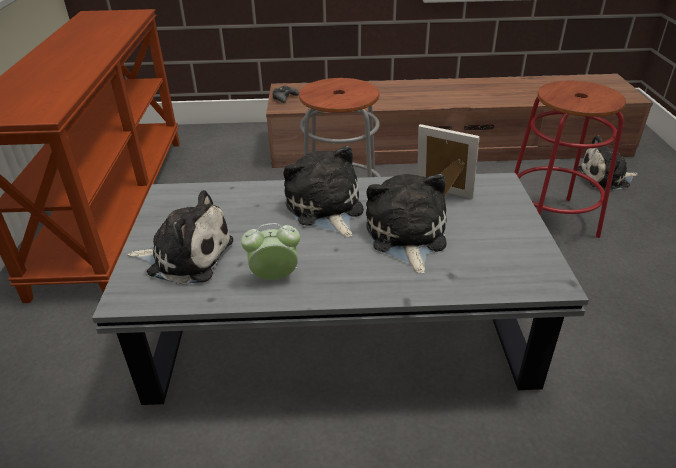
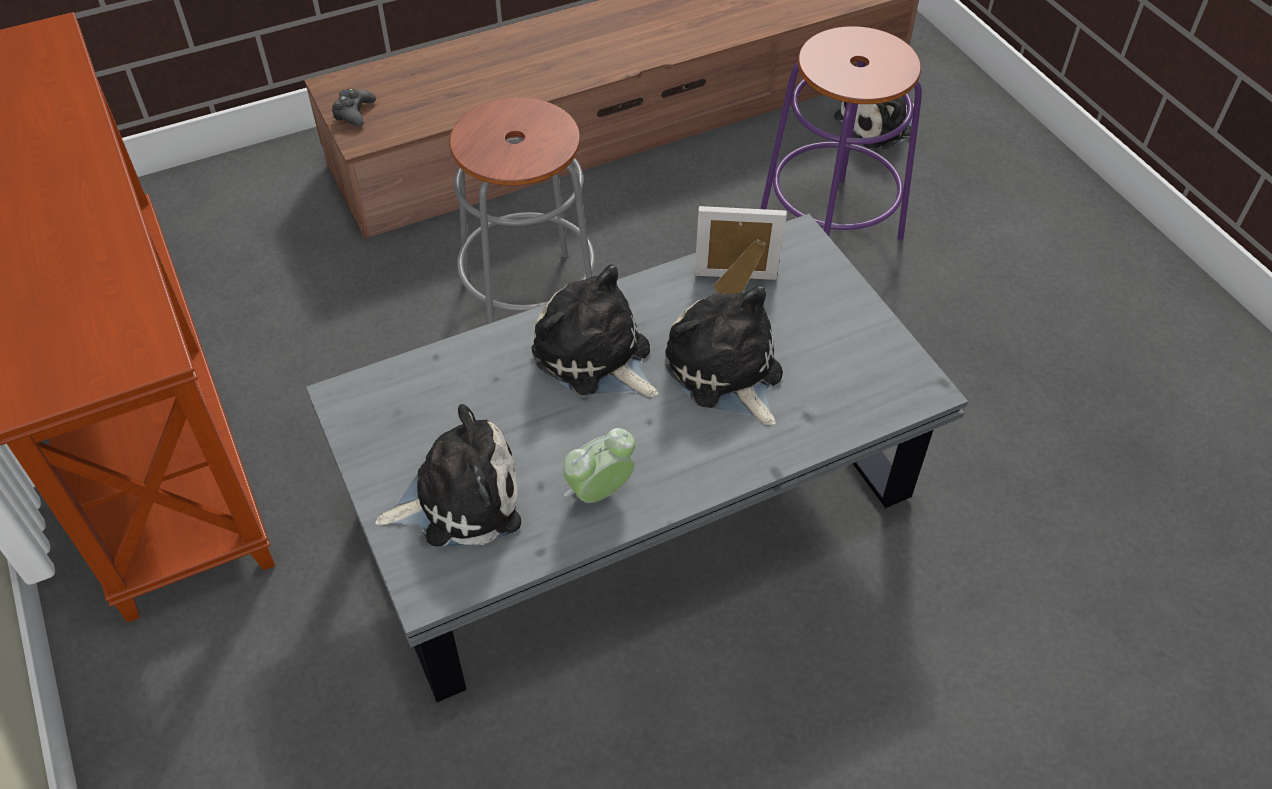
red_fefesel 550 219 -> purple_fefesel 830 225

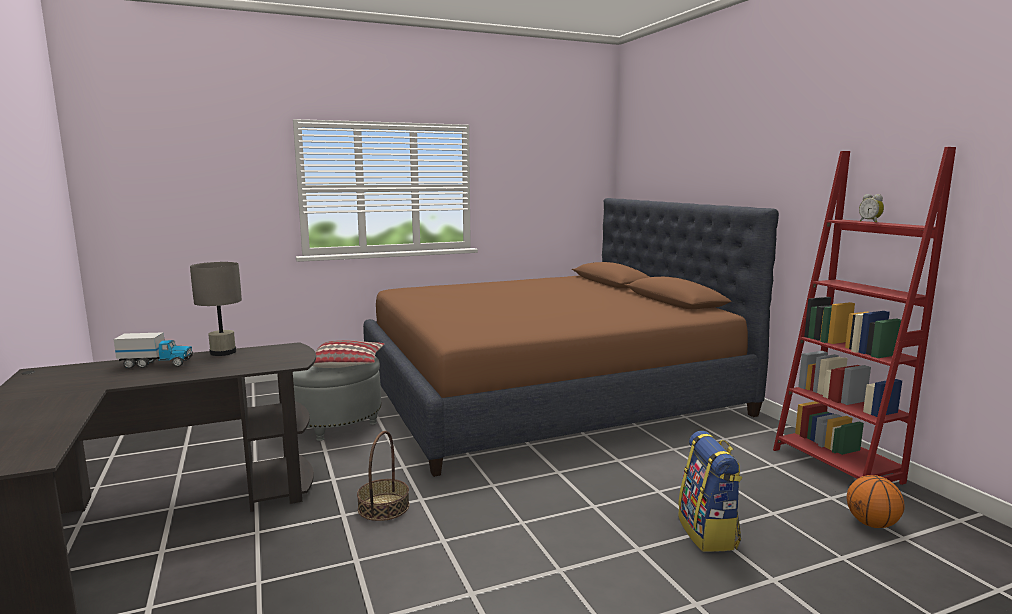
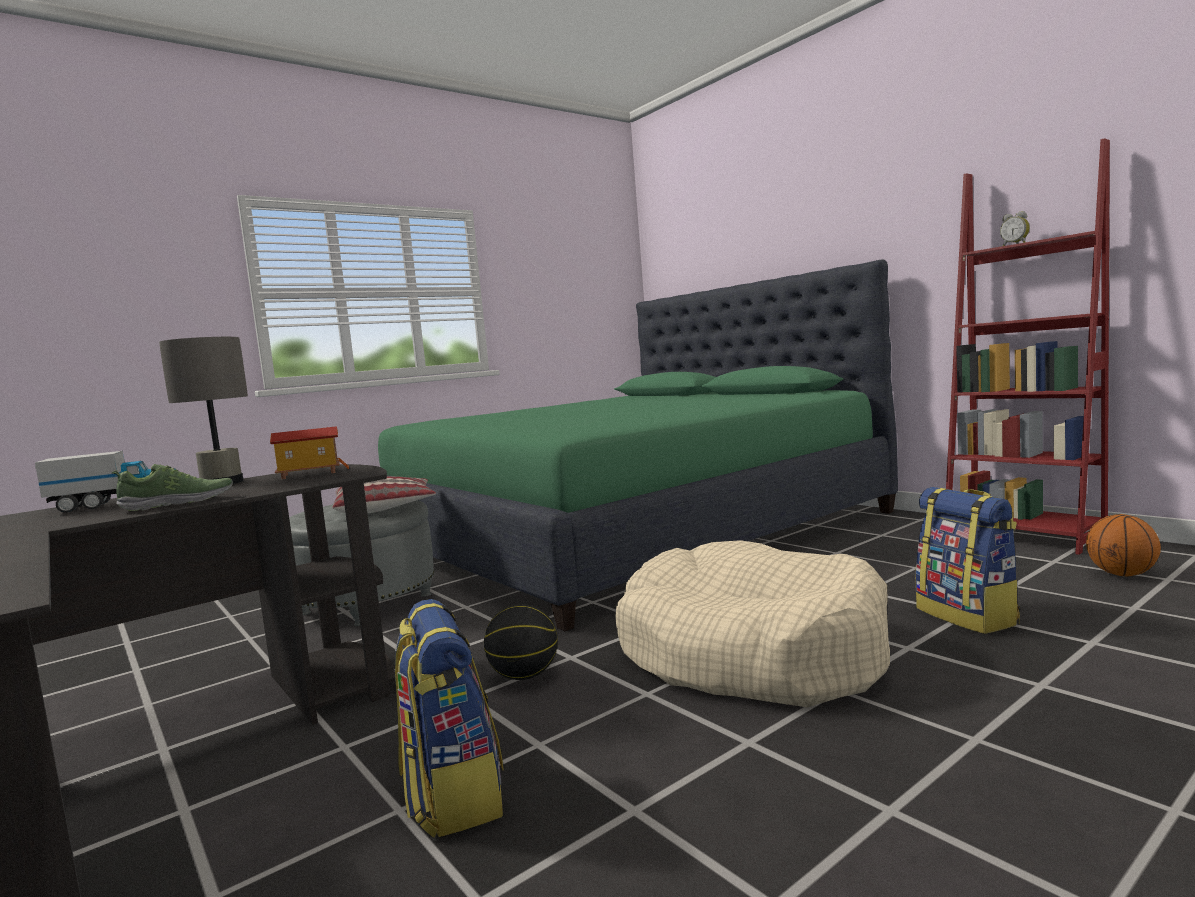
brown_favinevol 545 392 -> green_favinevol 629 530
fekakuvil 384 507 -> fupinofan 524 676
none -> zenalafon 310 473
none -> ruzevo 178 503
none -> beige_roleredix 751 653
none -> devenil 452 794

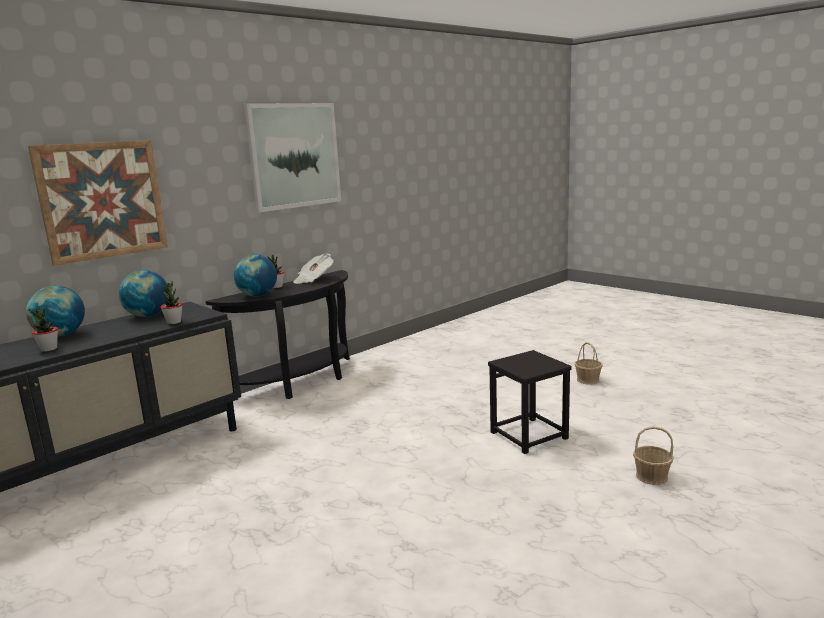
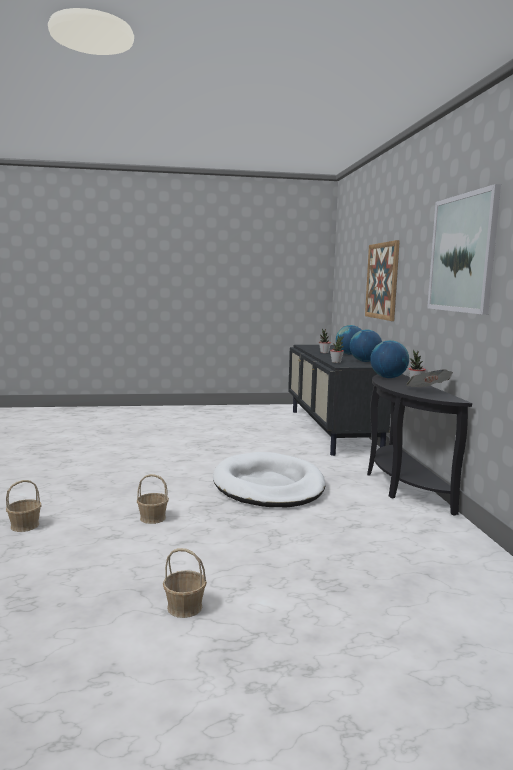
black_fefesel 529 435 -> fekakuvil 152 518
none -> white_roleredix 268 486

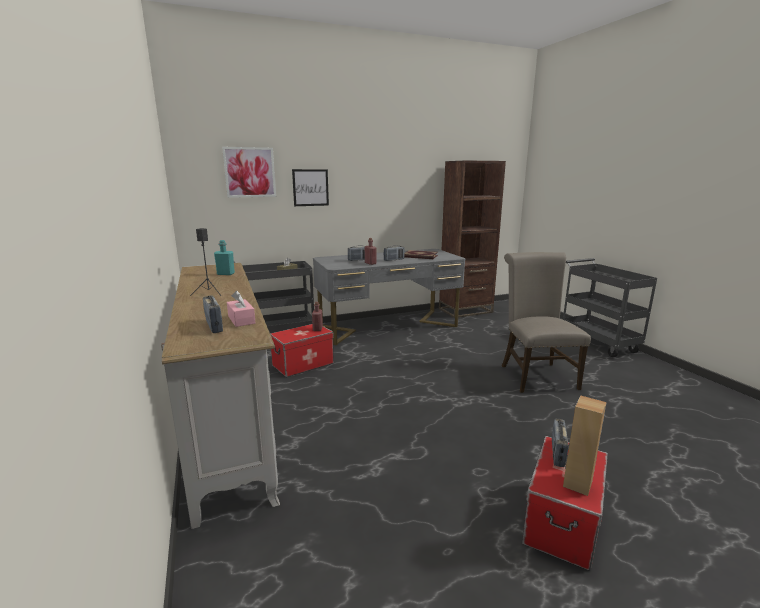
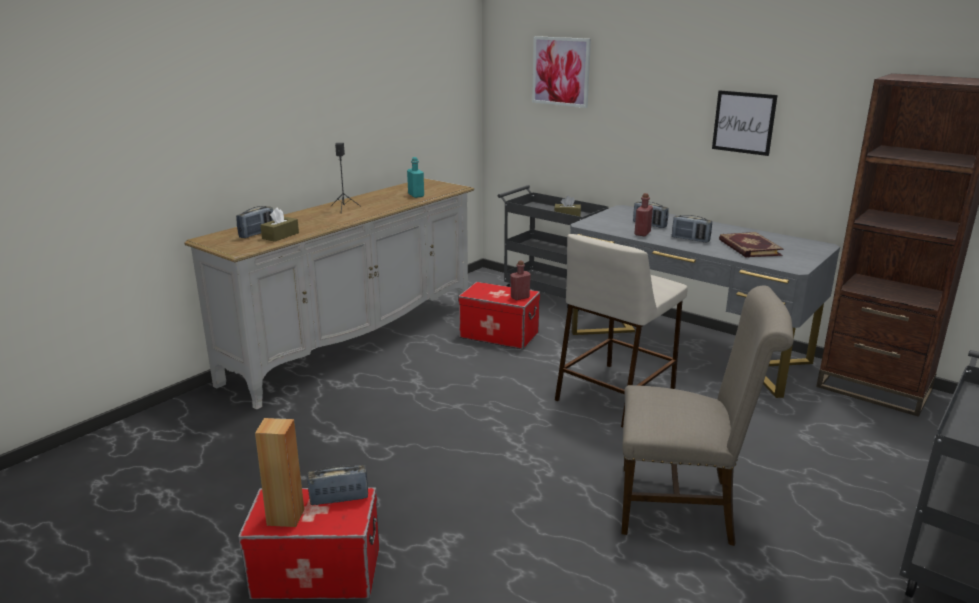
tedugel 310 187 -> tedugel 743 122, relocated
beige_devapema 535 375 -> beige_devapema 685 506, 45 degrees clockwise
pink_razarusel 241 320 -> brown_razarusel 280 236
none -> beige_fefesel 616 393

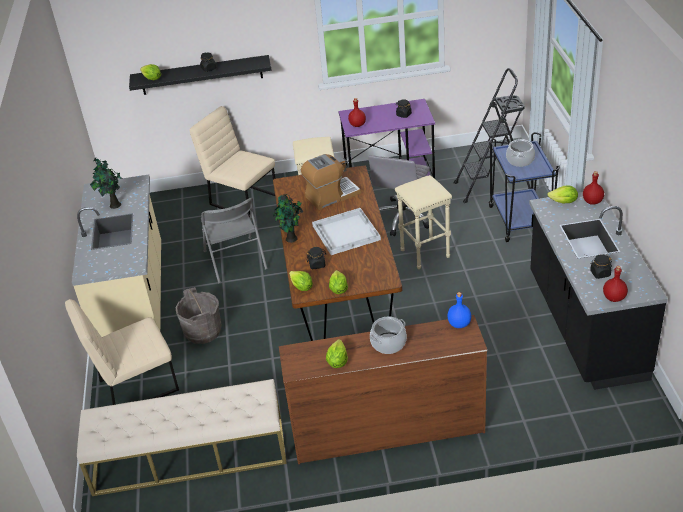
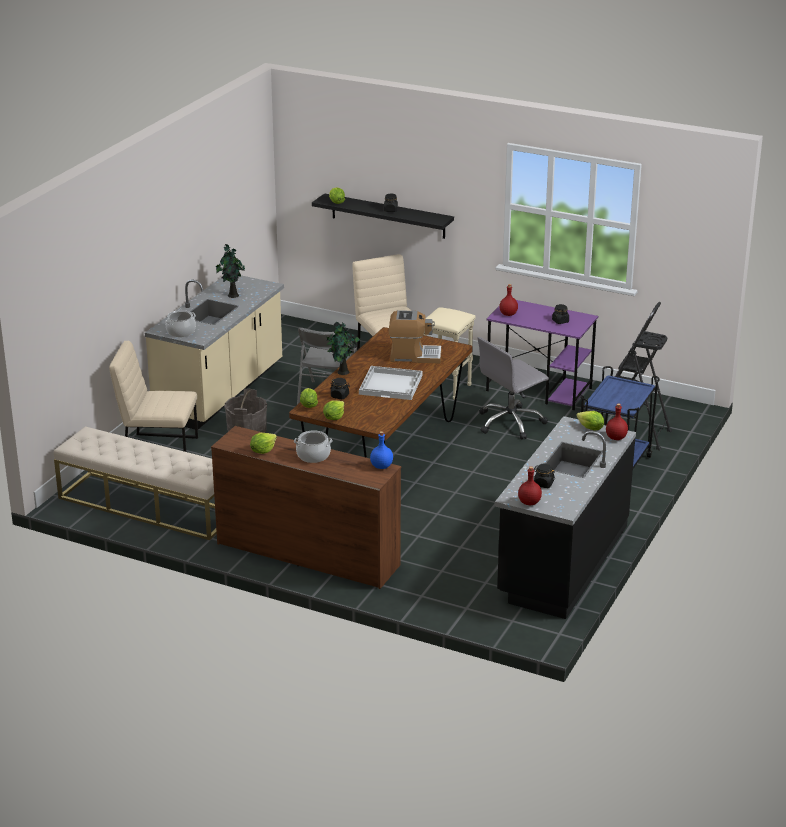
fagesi 520 160 -> fagesi 181 332, relocated
beige_fefesel 426 253 -> none

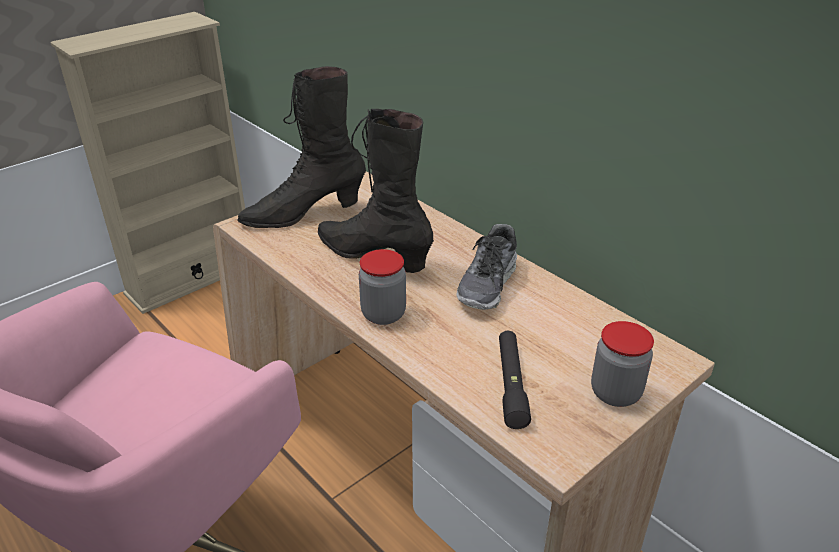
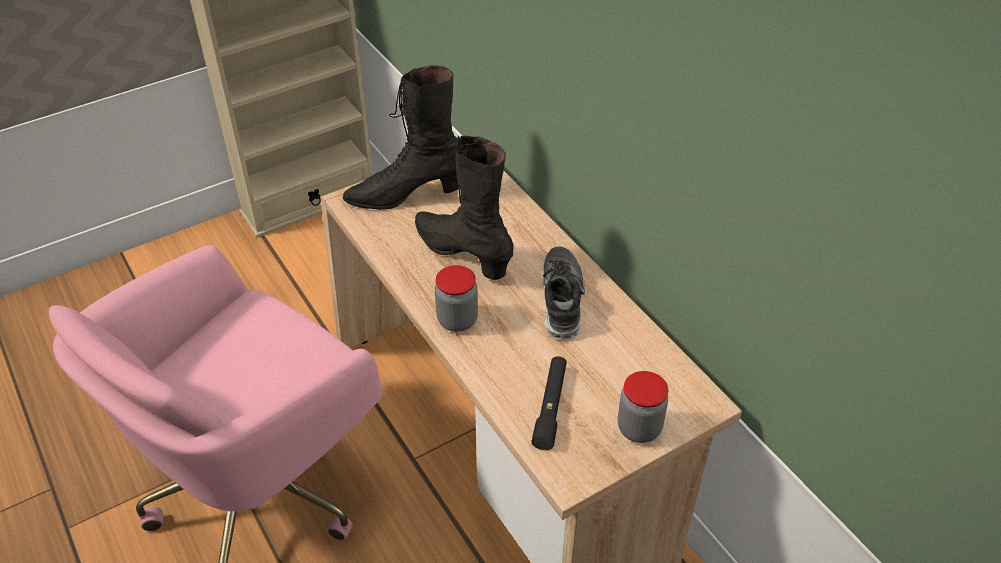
ruzevo 488 284 -> ruzevo 561 300, 150 degrees clockwise

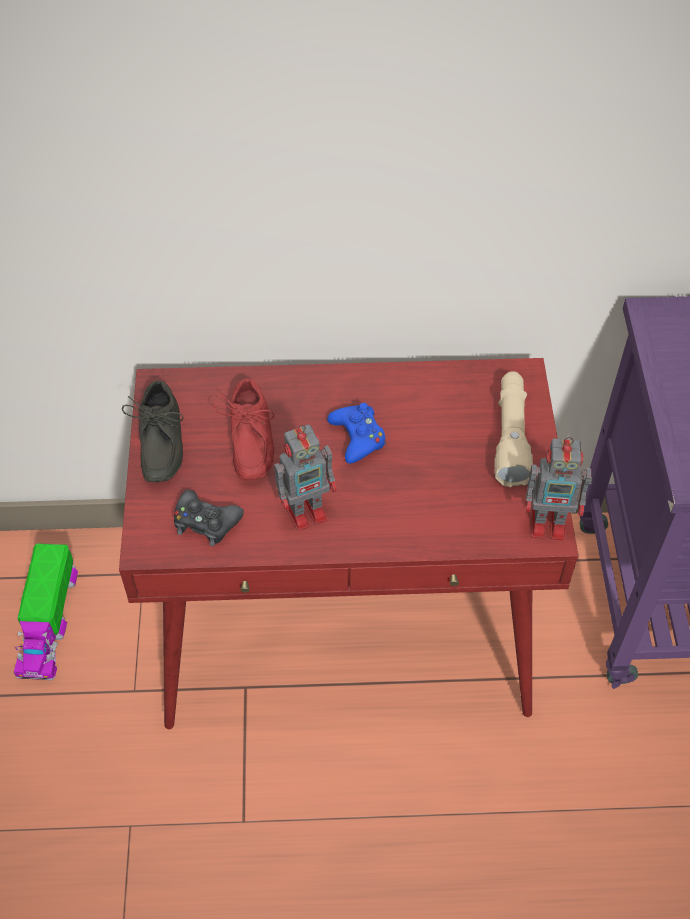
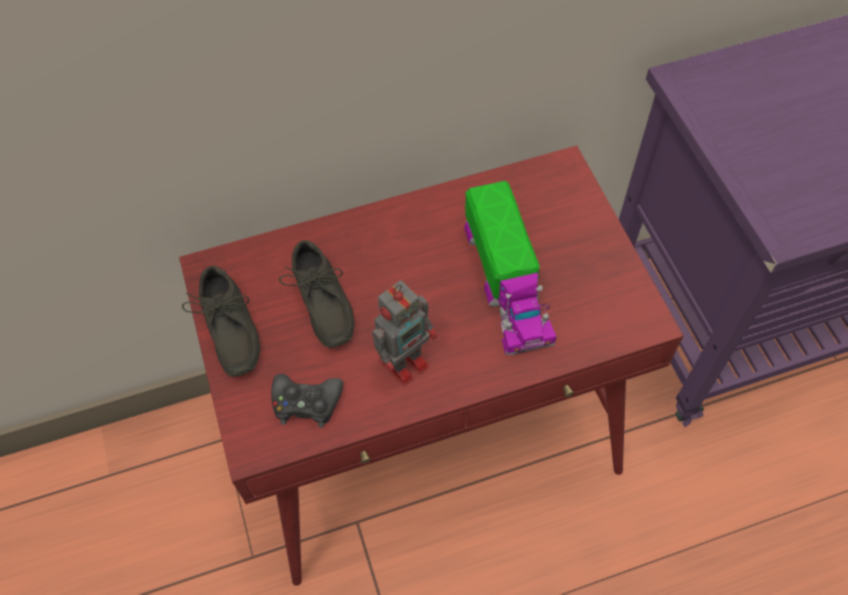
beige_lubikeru 511 436 -> none
red_ruzevo 247 442 -> grey_ruzevo 320 305
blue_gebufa 358 437 -> none
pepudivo 550 522 -> none
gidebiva 48 622 -> gidebiva 506 283, relocated

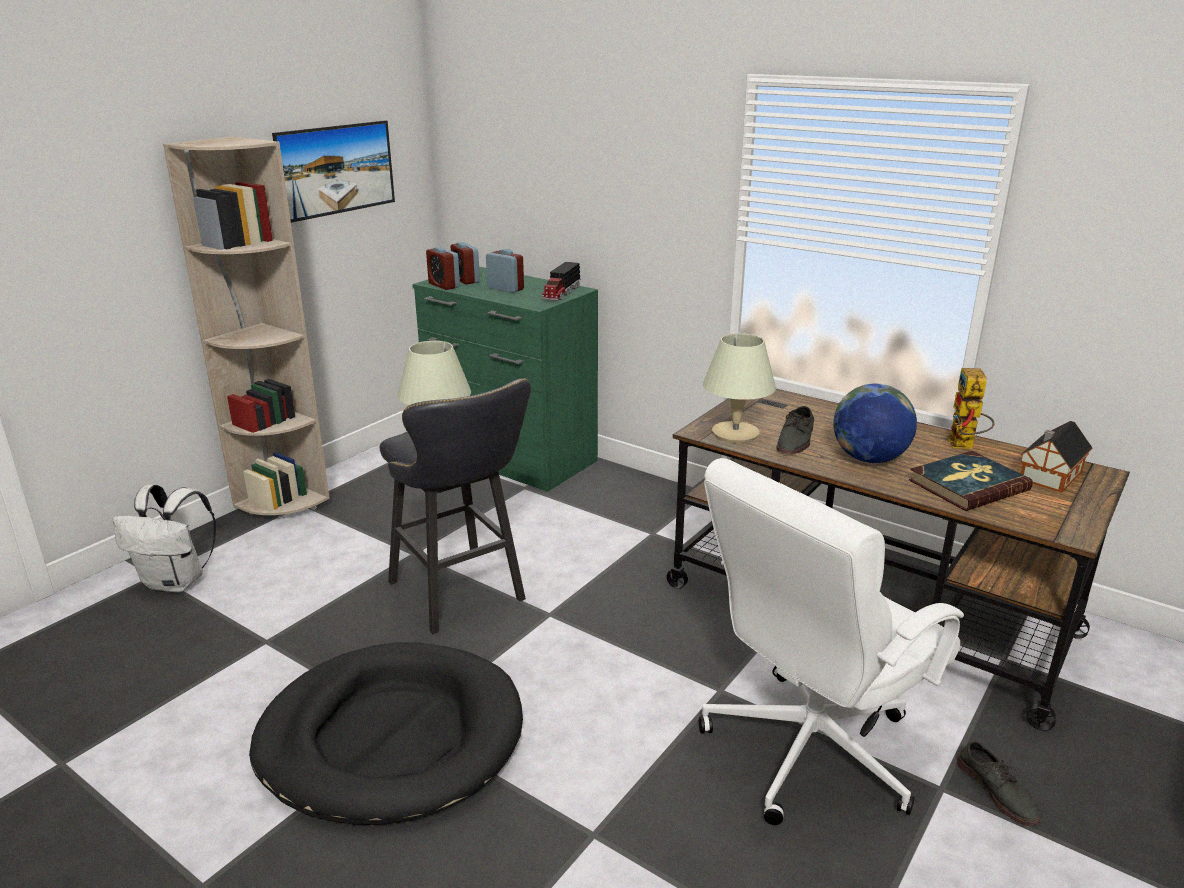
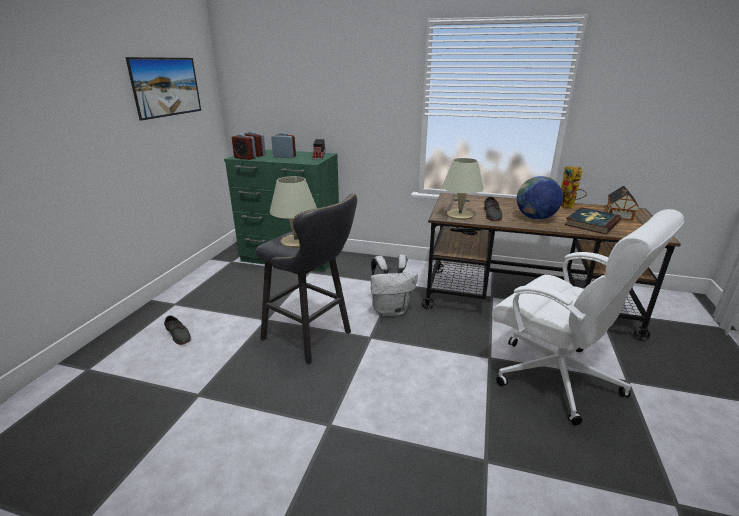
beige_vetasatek 283 509 -> none
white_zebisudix 812 747 -> white_zebisudix 555 376, 75 degrees counterclockwise
white_devenil 177 582 -> white_devenil 390 310, relocated
black_roleredix 391 738 -> none
grey_ruzevo 997 790 -> grey_ruzevo 178 334, relocated

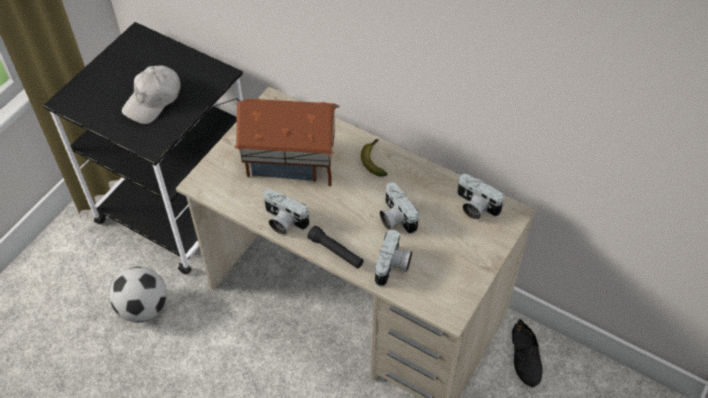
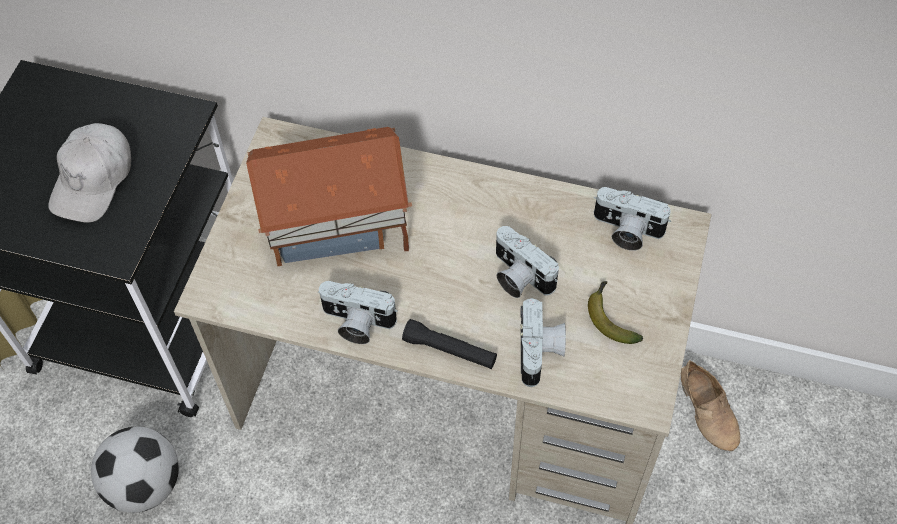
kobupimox 374 160 -> kobupimox 610 317, relocated
black_ruzevo 526 357 -> beige_ruzevo 709 410

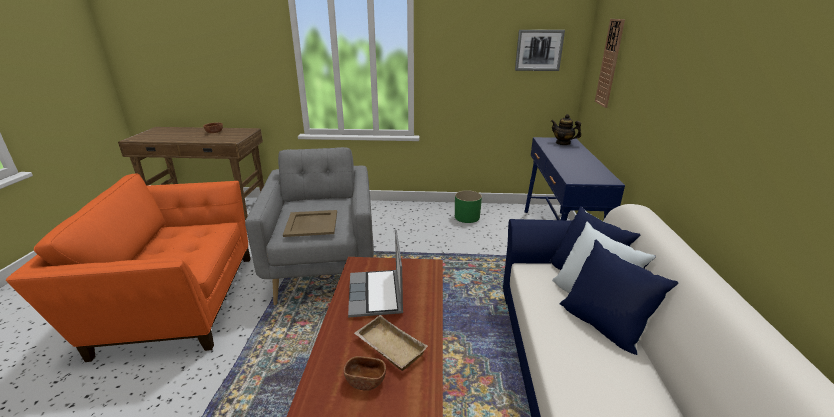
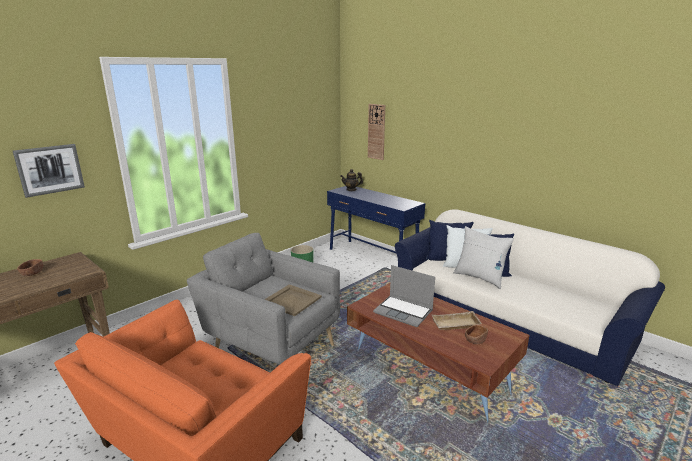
tedugel 539 50 -> tedugel 50 169, relocated
none -> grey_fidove 479 278

